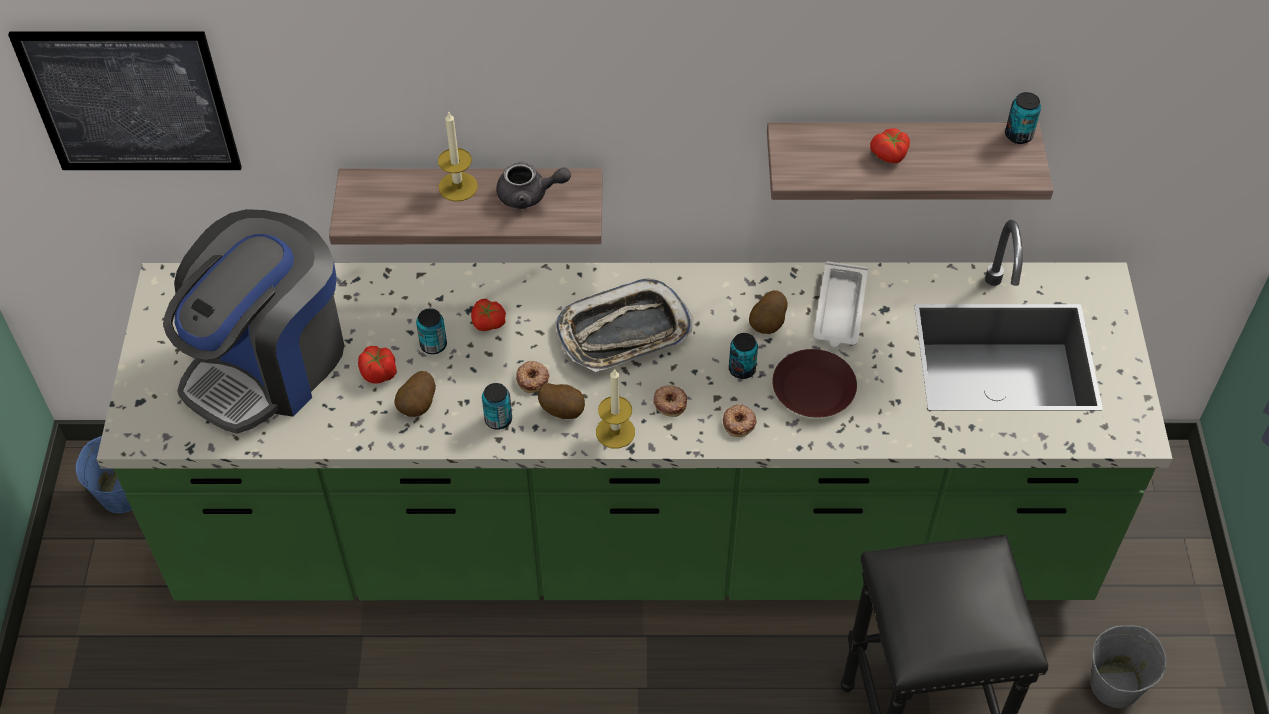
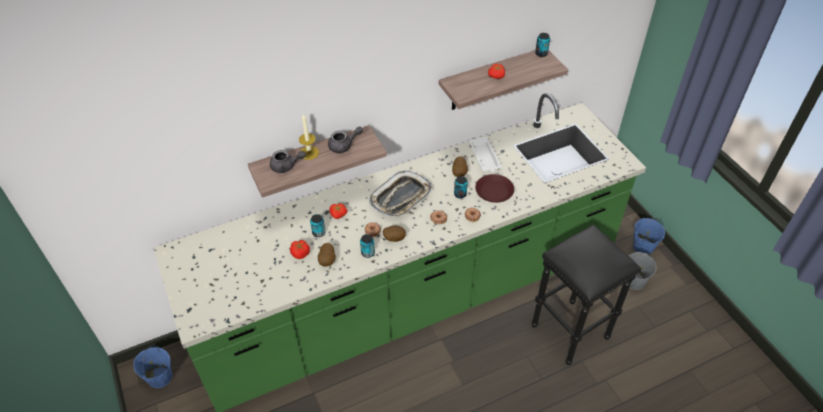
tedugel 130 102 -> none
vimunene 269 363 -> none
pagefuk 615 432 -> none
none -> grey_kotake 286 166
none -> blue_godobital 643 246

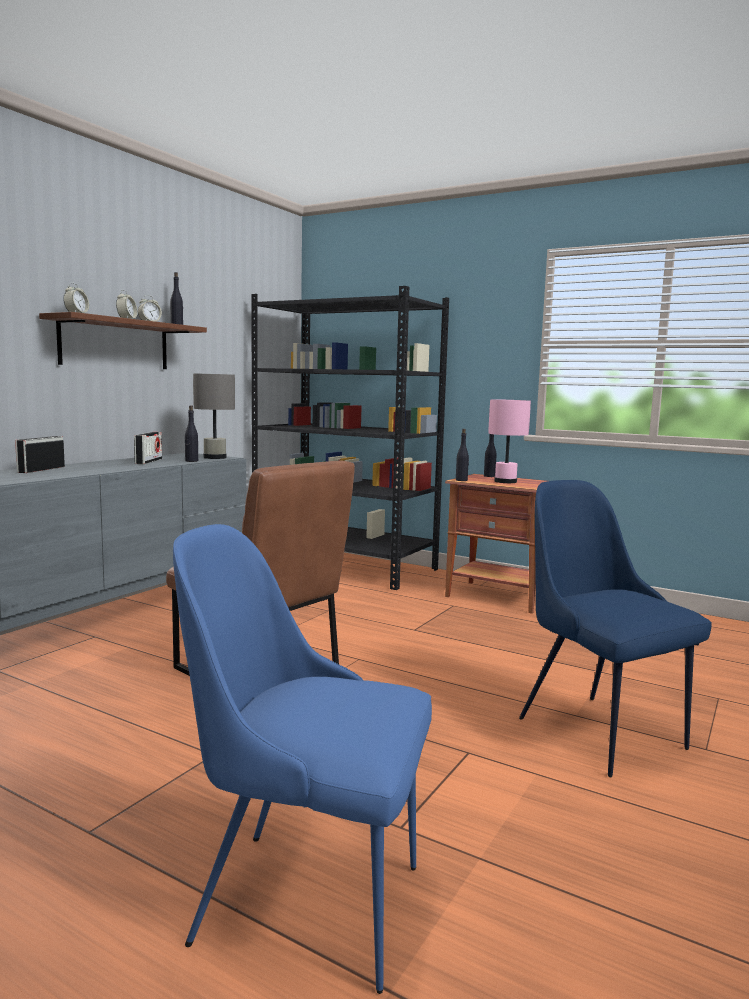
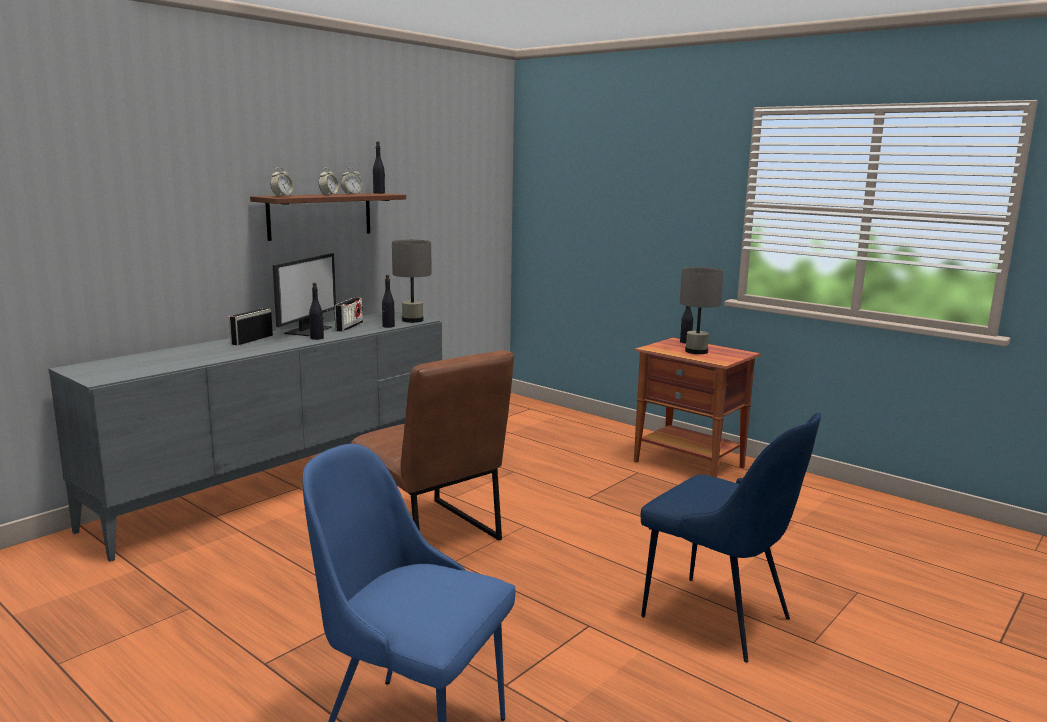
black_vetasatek 344 565 -> none
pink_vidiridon 505 481 -> grey_vidiridon 696 351
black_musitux 461 480 -> black_musitux 317 338, relocated
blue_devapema 598 733 -> blue_devapema 717 617, 150 degrees clockwise
none -> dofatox 308 330

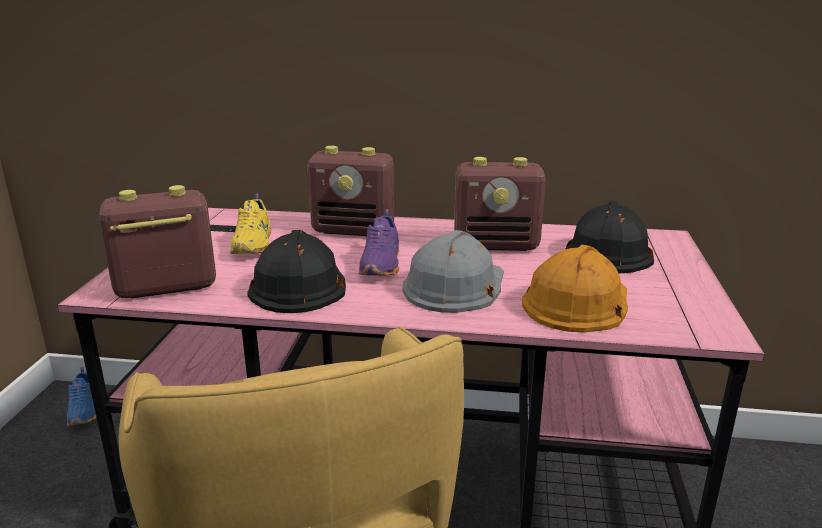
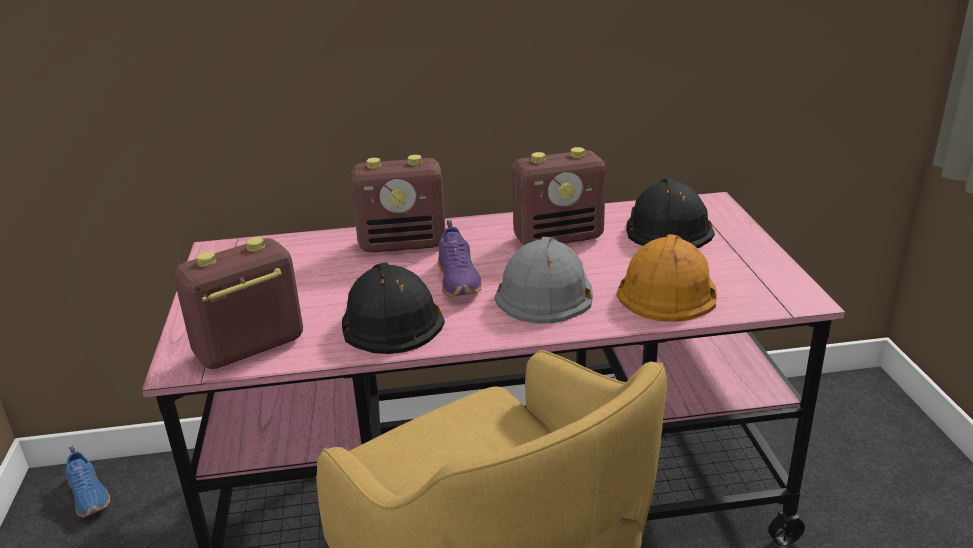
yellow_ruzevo 254 245 -> none

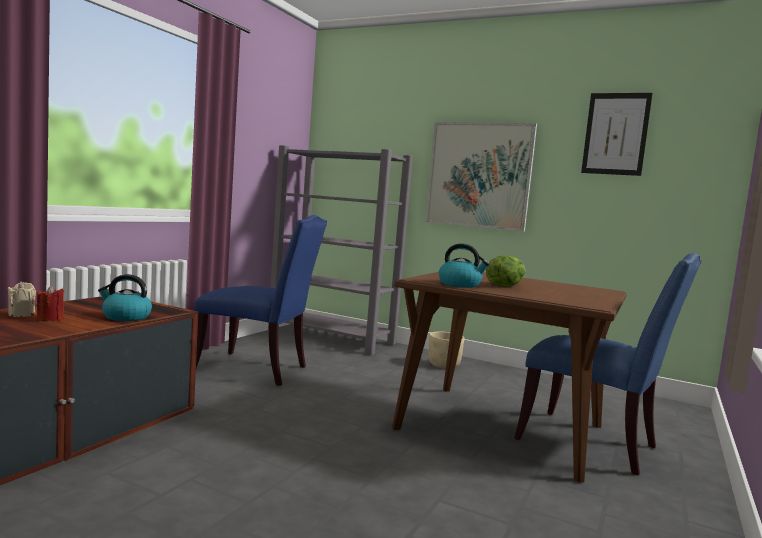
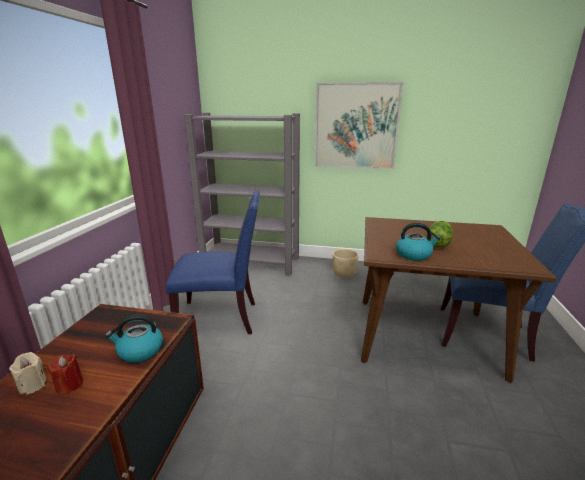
tedugel 615 134 -> none

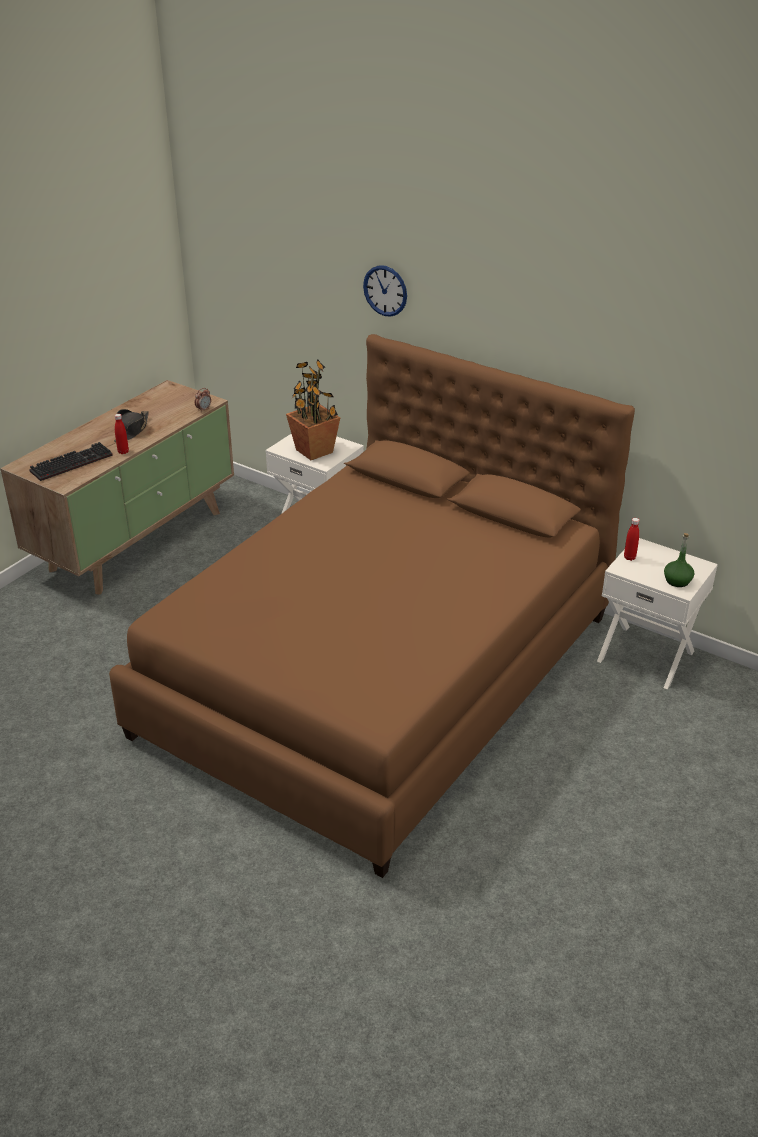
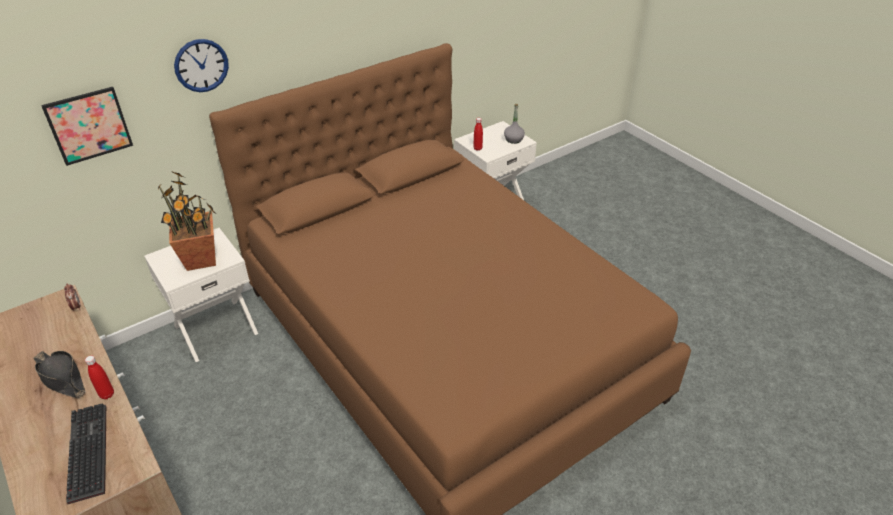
green_musitux 677 581 -> grey_musitux 513 139
none -> tedugel 89 125

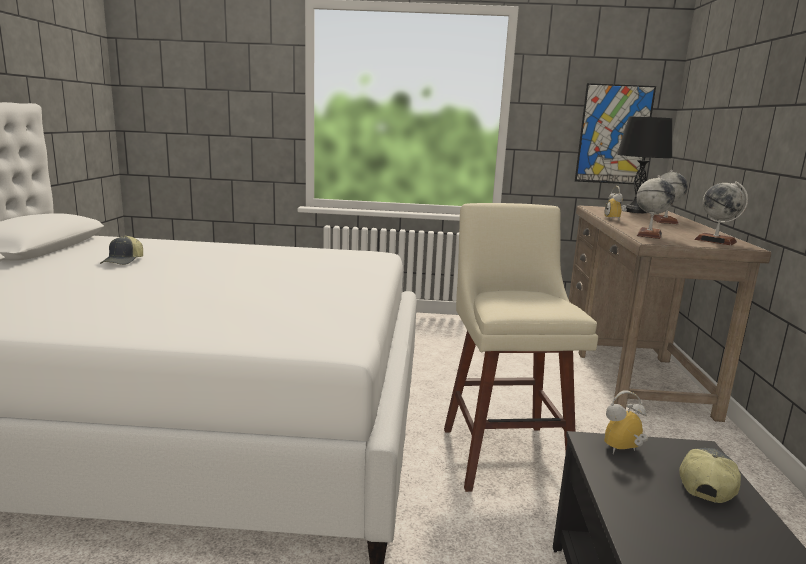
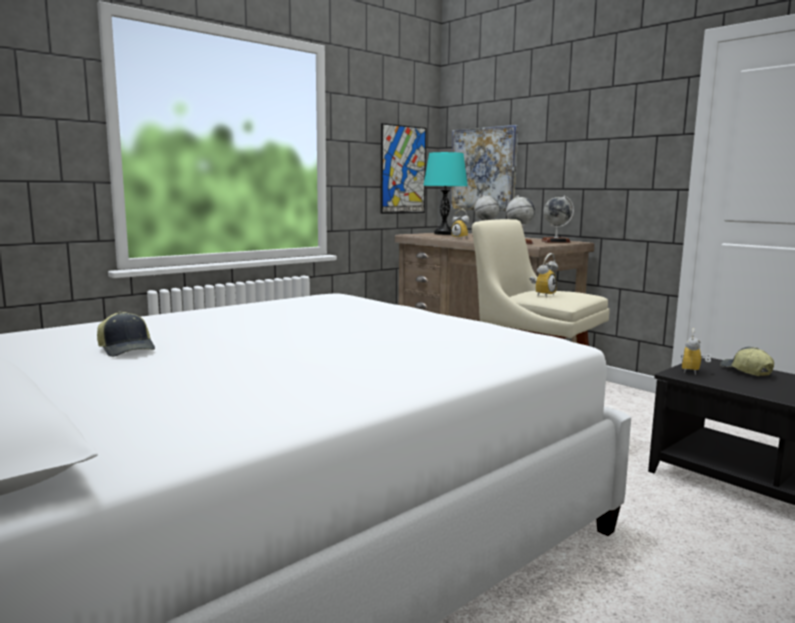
black_vidiridon 635 211 -> turquoise_vidiridon 444 234
none -> tedugel 483 169
none -> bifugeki 542 295

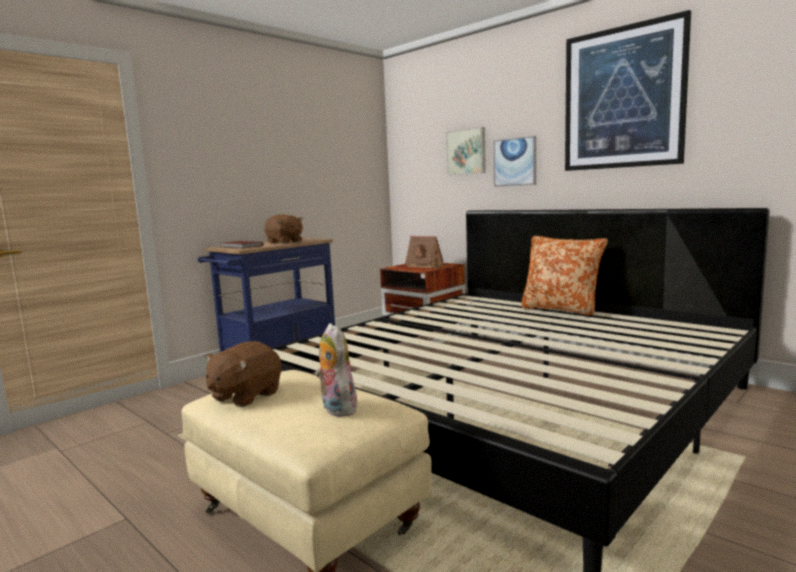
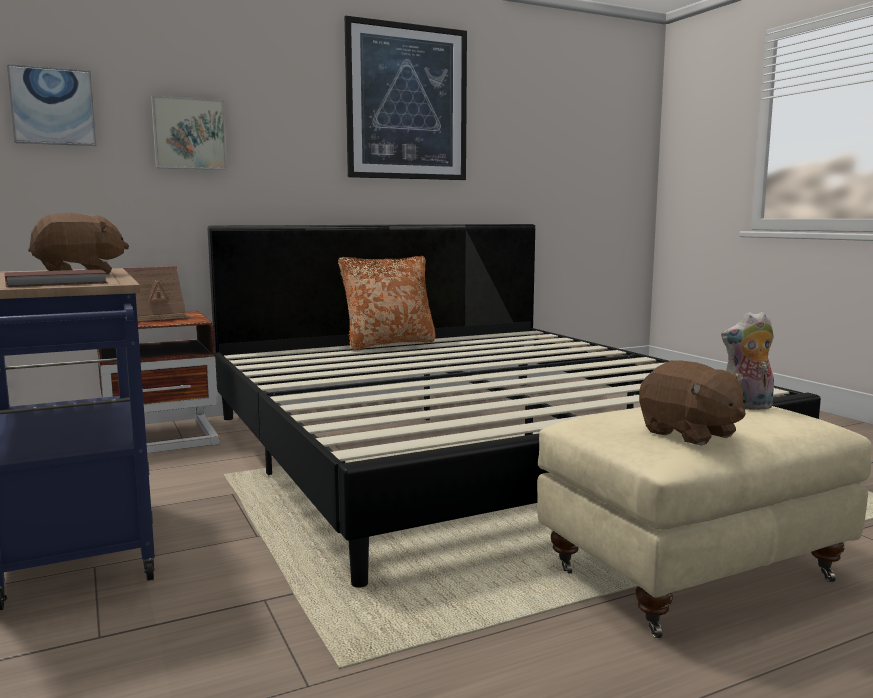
tedugel 515 162 -> tedugel 53 106, relocated

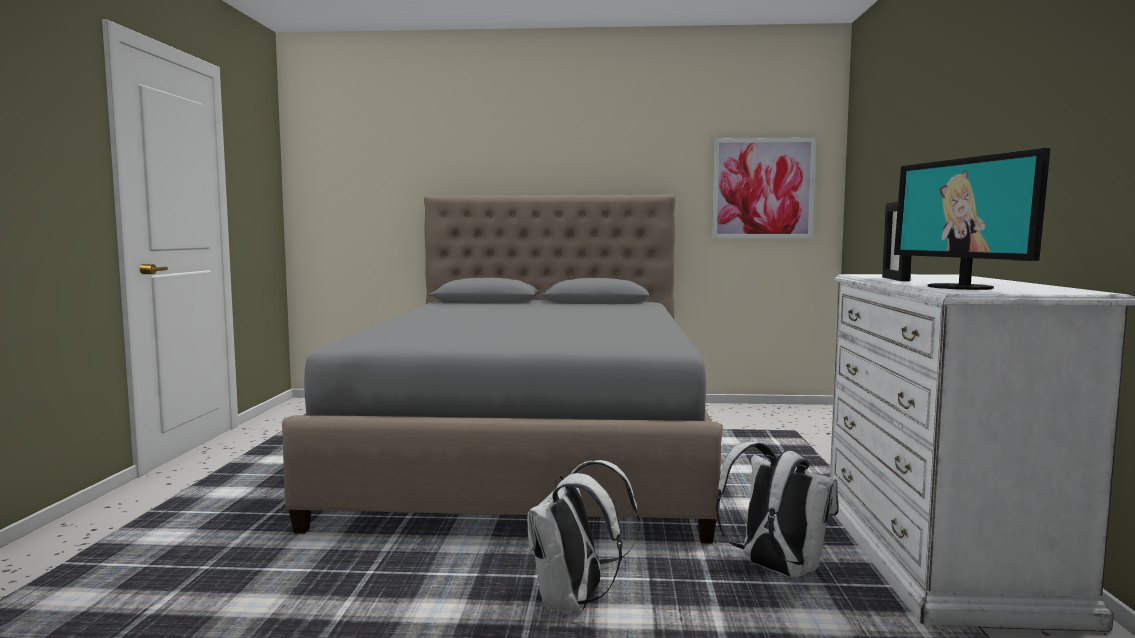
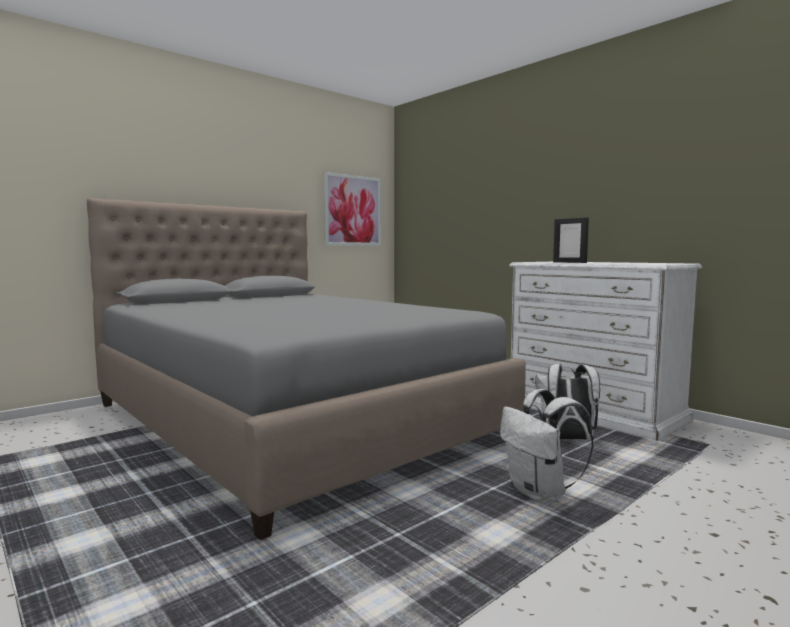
dofatox 961 287 -> none

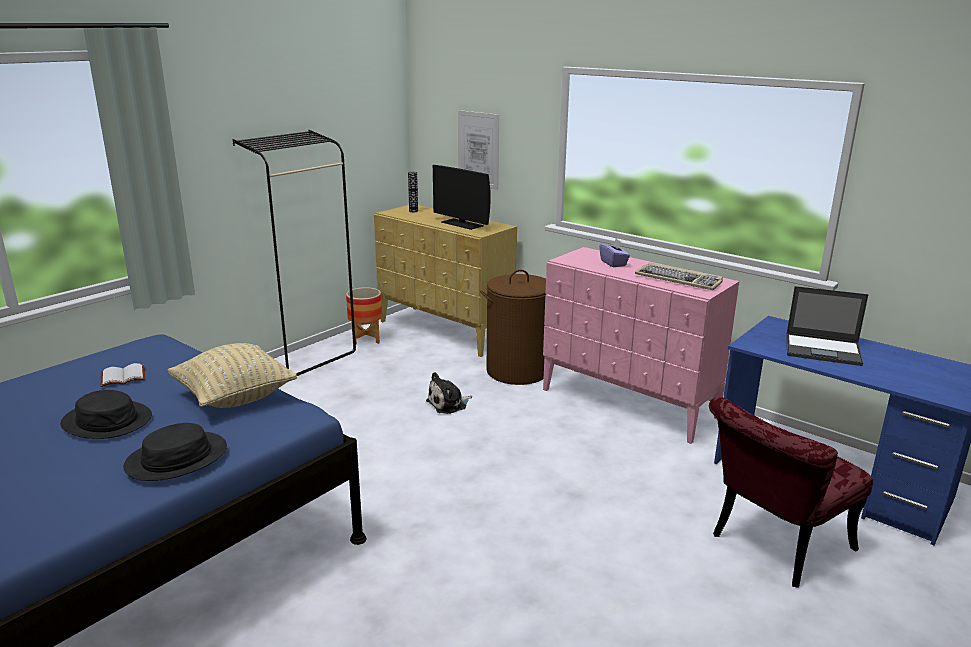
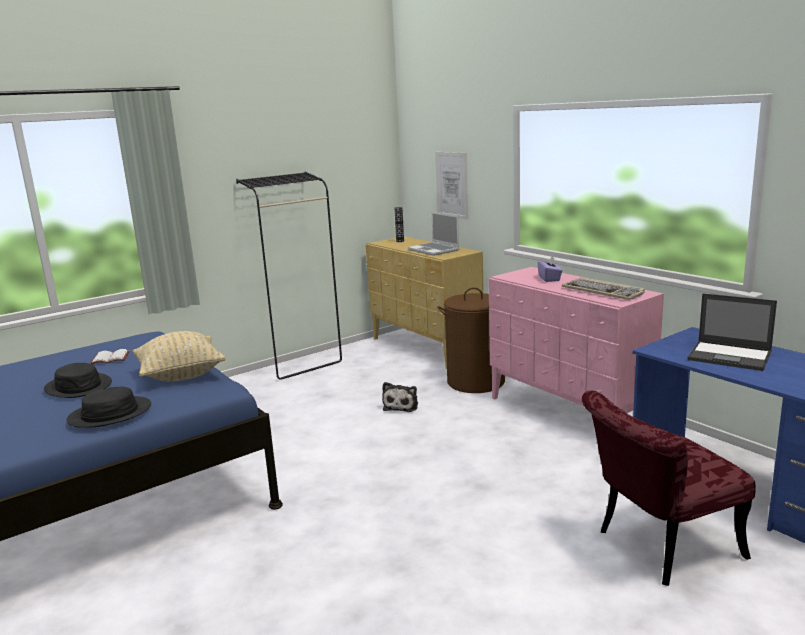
dofatox 462 224 -> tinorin 434 250
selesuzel 366 339 -> none
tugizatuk 448 404 -> tugizatuk 401 406, 60 degrees counterclockwise

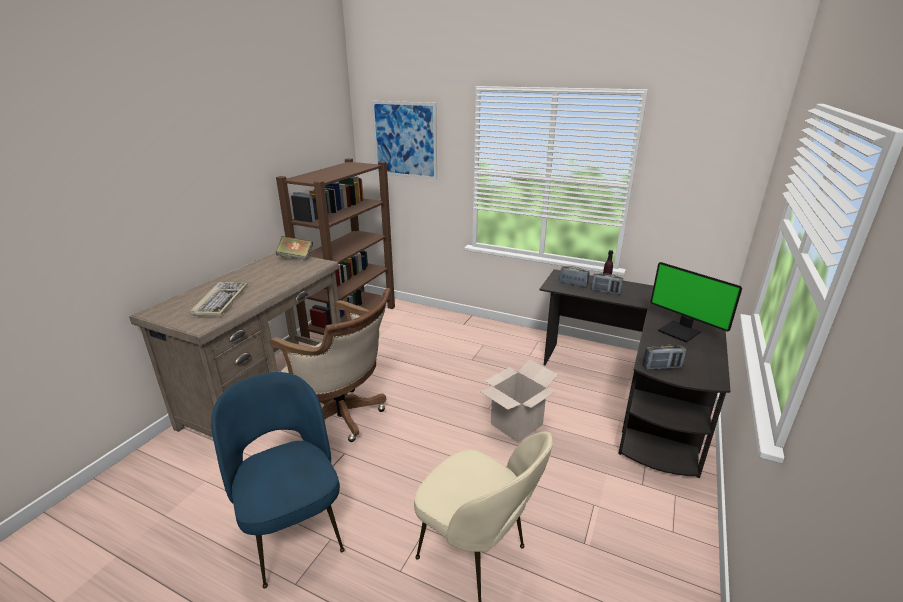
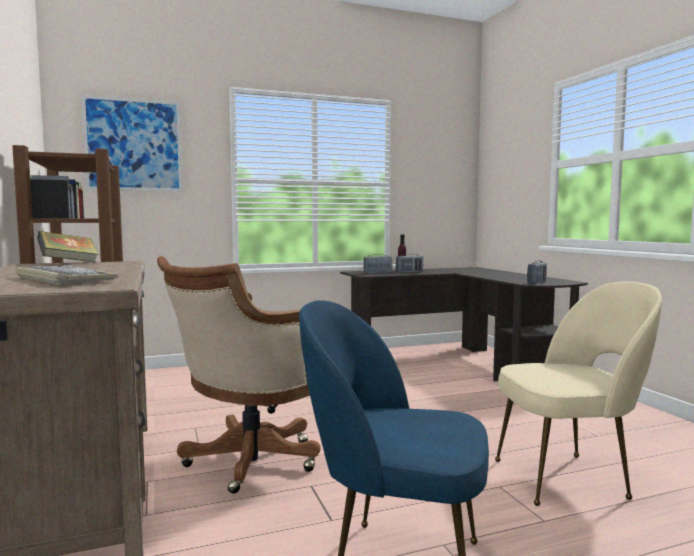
dofatox 680 331 -> none
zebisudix 344 416 -> zebisudix 247 463, 150 degrees clockwise
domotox 516 424 -> none

